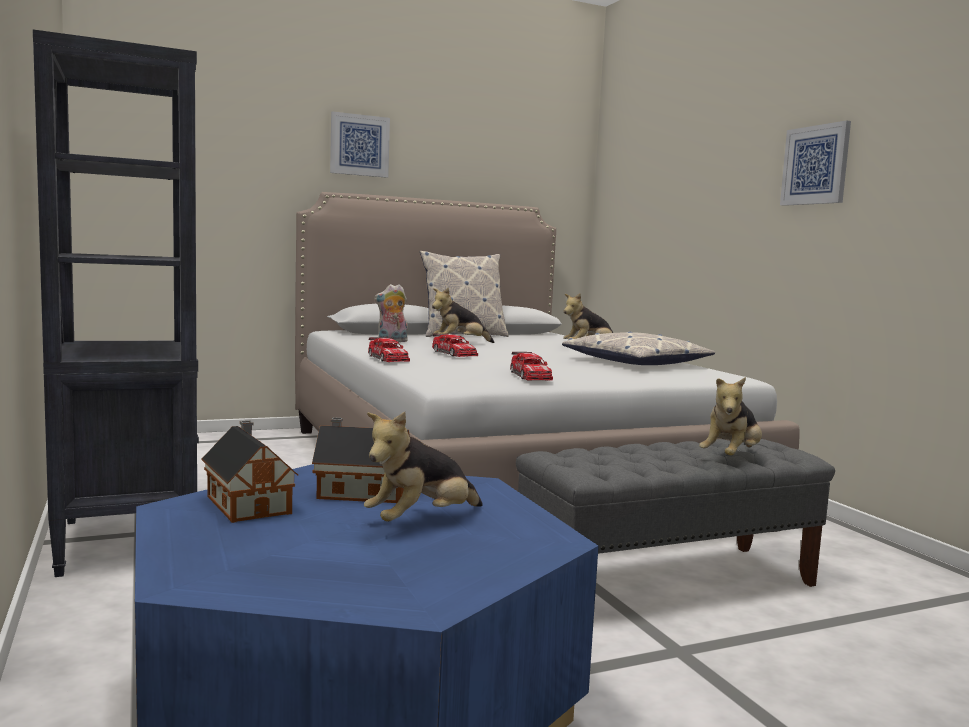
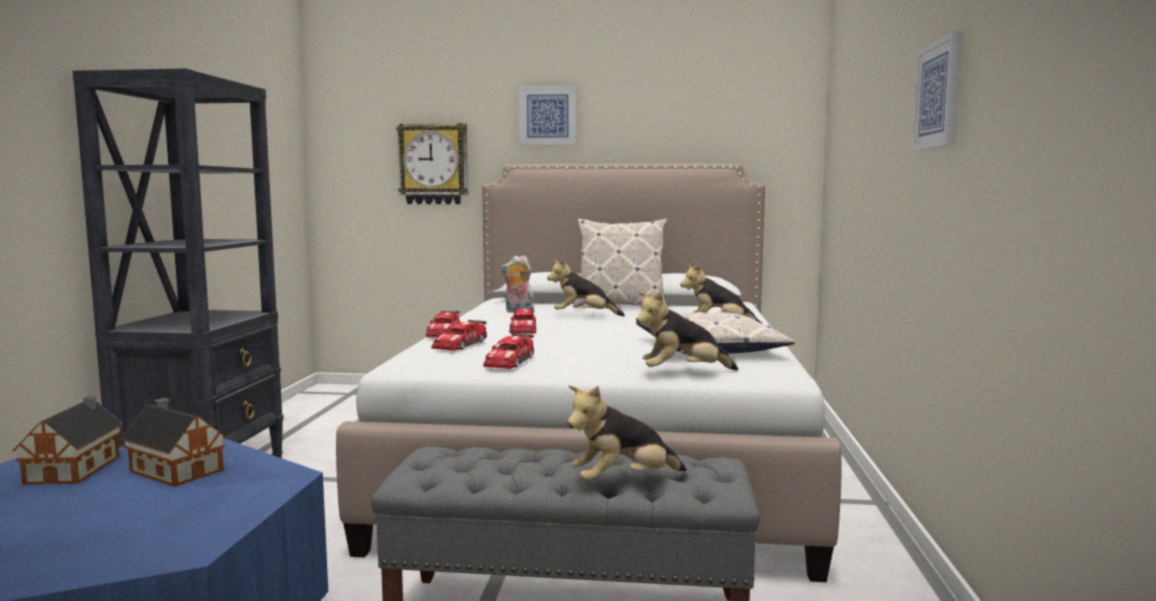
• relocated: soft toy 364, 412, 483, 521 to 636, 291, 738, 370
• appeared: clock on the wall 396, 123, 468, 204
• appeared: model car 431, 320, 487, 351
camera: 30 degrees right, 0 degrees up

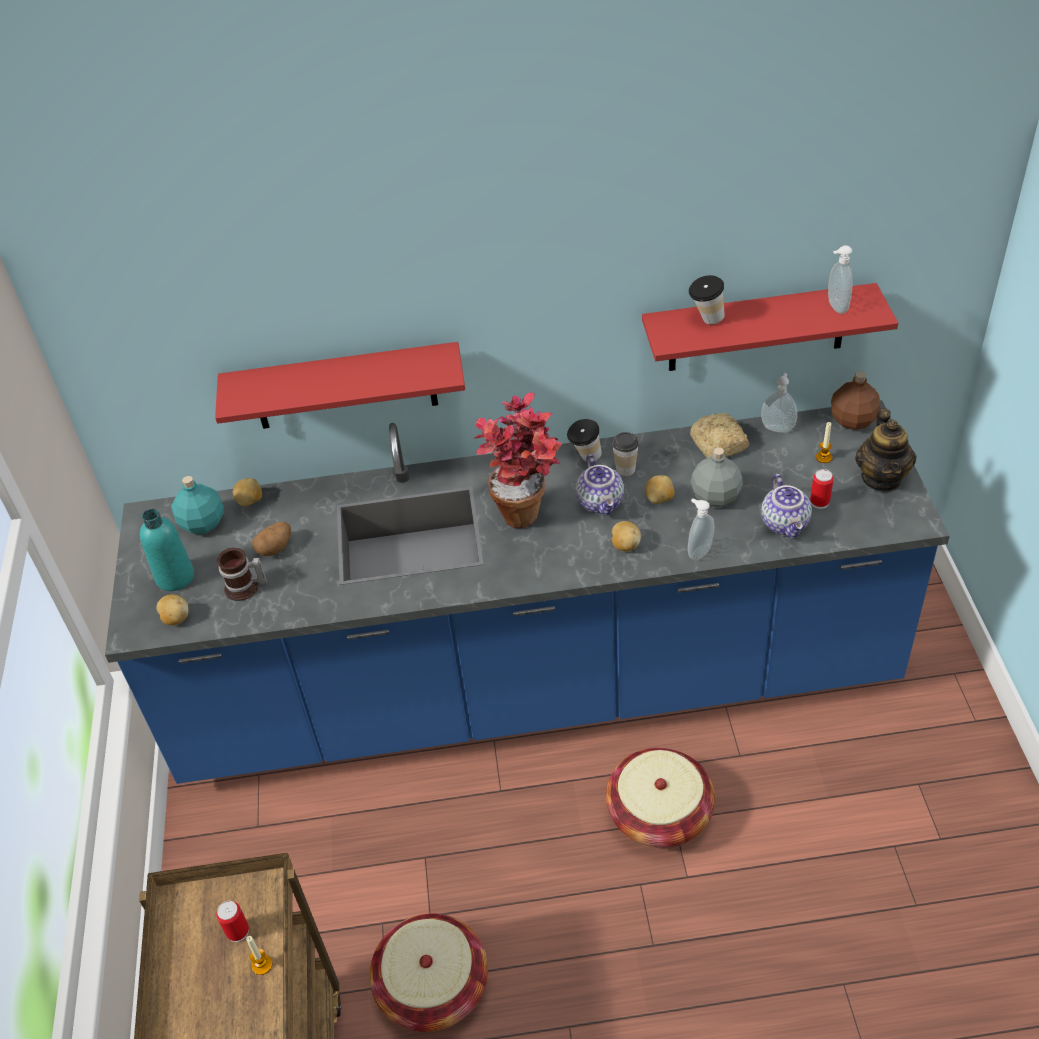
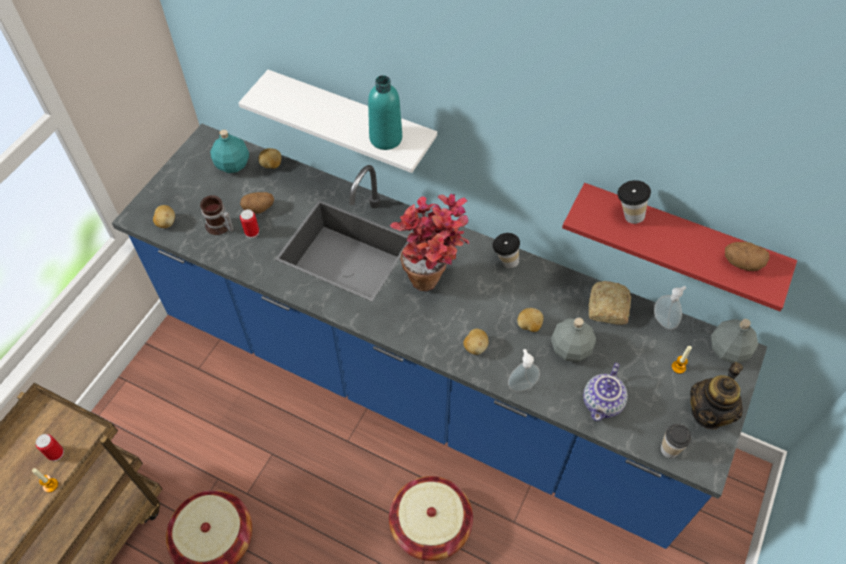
• relocated: turquoise bottle 140, 509, 194, 591 to 368, 75, 402, 150
• colour: reddish wall shelf 215, 342, 465, 429 to white wall shelf 239, 70, 437, 173
• missing: teapot 576, 454, 624, 516
• relocated: drinking cup 612, 432, 639, 476 to 661, 424, 691, 458
• relocated: can 810, 469, 834, 509 to 240, 209, 259, 238
• exchanged: soap bottle 828, 245, 853, 314 to spud 725, 242, 770, 271
• colour: brown bottle 831, 371, 880, 430 to grey bottle 711, 319, 758, 363
camera: 30 degrees right, 10 degrees up

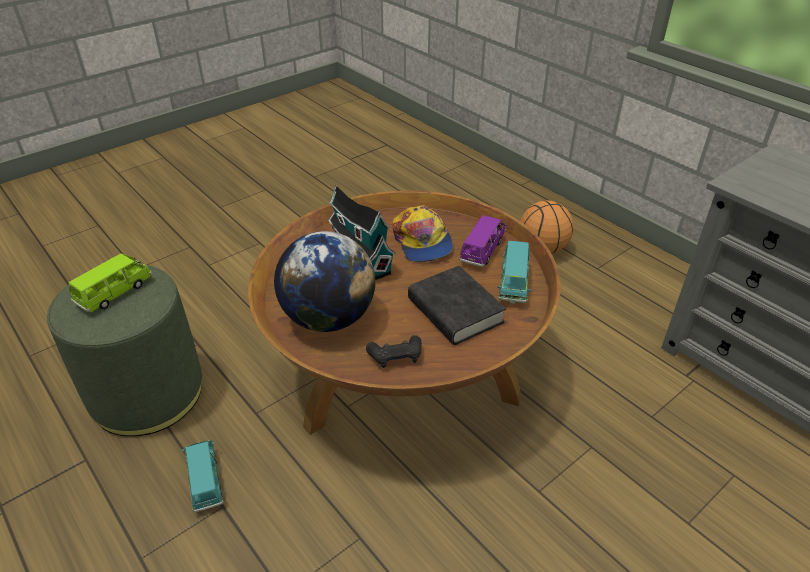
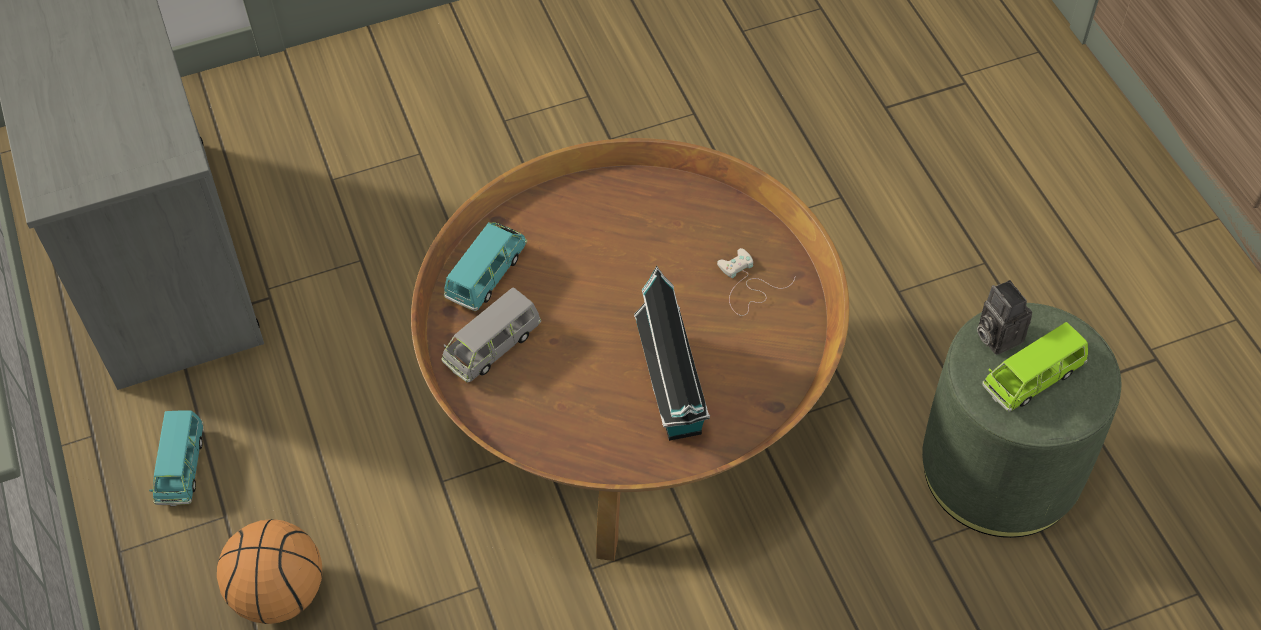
• relocated: turquoise model car 182, 440, 224, 512 to 149, 411, 204, 506
• exchanged: globe 274, 231, 376, 332 to white joypad 717, 248, 795, 316
• missing: black-coloured joypad 366, 335, 422, 368
• missing: peaked cap 392, 205, 453, 262
• missing: black-coloured book 408, 266, 506, 345
• colour: purple-coloured model car 459, 215, 507, 267 to grey model car 441, 287, 541, 383
• appeared: photo camera 977, 280, 1032, 355
camera: 160 degrees left, 15 degrees up

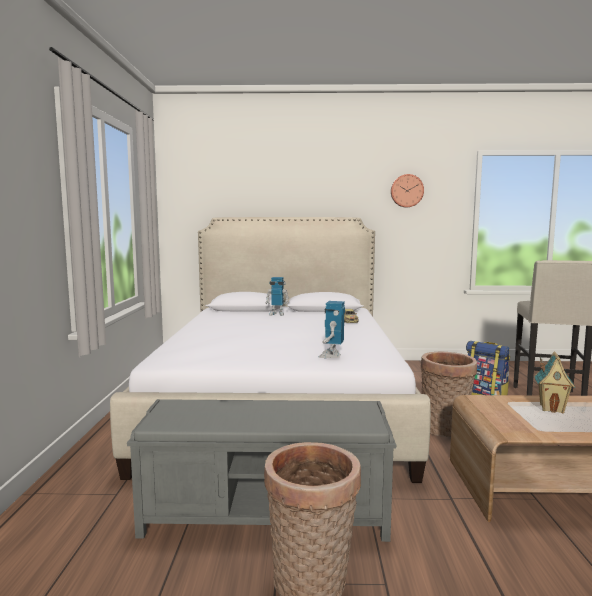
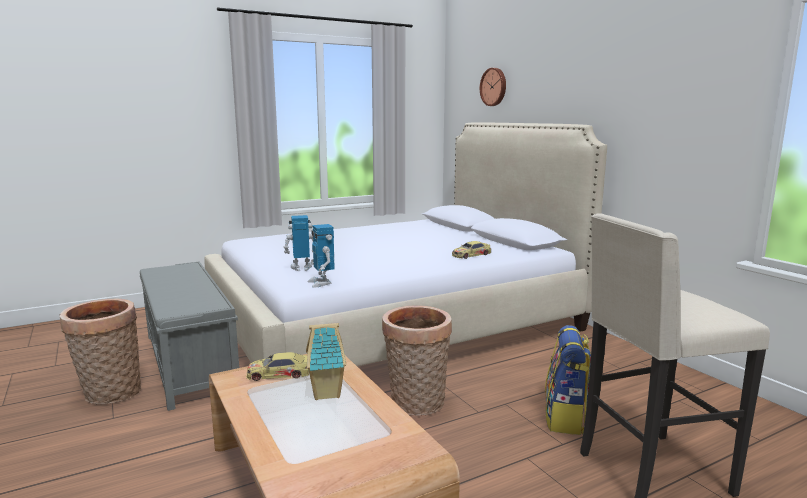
• relocated: toy robot 265, 277, 289, 316 to 308, 224, 335, 288
• relocated: clock on the wall 391, 174, 424, 207 to 480, 68, 506, 106
• appeared: model car 246, 352, 309, 381
camera: 60 degrees right, 5 degrees up

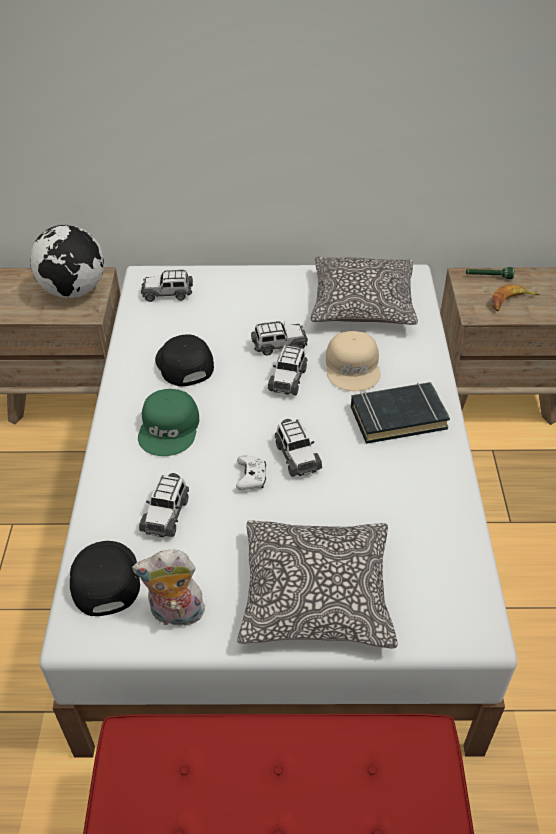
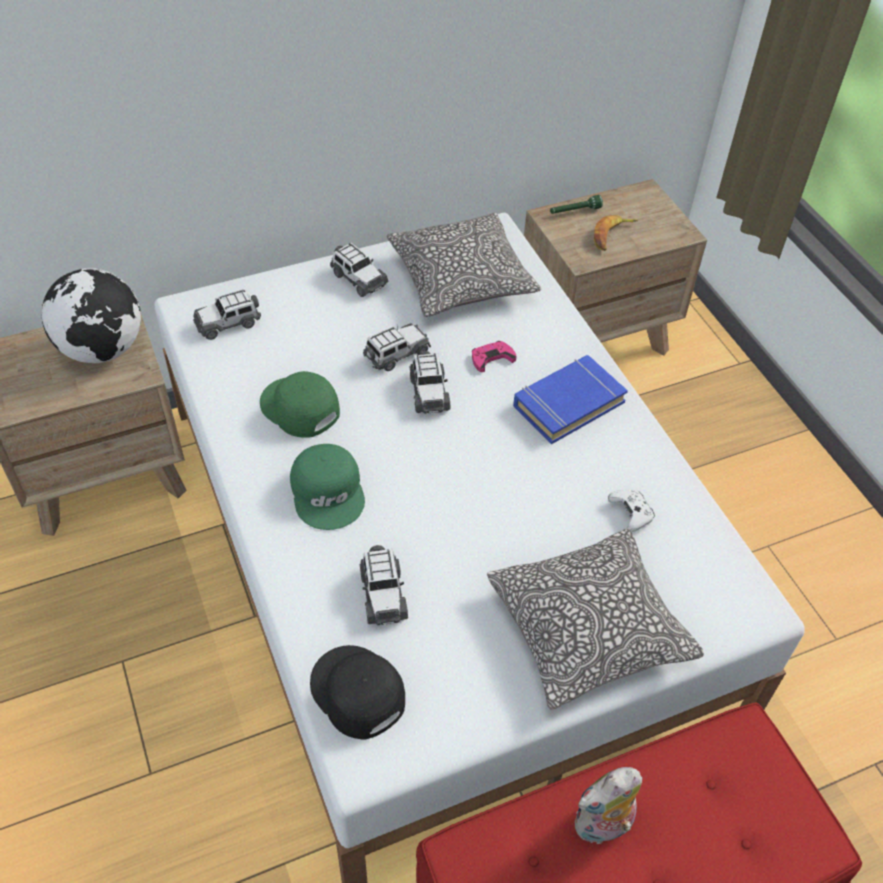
• relocated: soft toy 132, 550, 205, 630 to 575, 767, 642, 845
• colour: black-coloured peaked cap 155, 335, 214, 386 to green peaked cap 260, 371, 340, 438
• relocated: white joypad 236, 455, 266, 490 to 608, 490, 655, 532
• relocated: model car 275, 419, 322, 477 to 330, 243, 388, 297
• exchanged: sand-coloured peaked cap 326, 331, 380, 391 to pink joypad 472, 341, 517, 372
• colour: black-coloured book 351, 382, 450, 444 to blue-coloured book 513, 355, 628, 444
camera: 25 degrees left, 5 degrees up

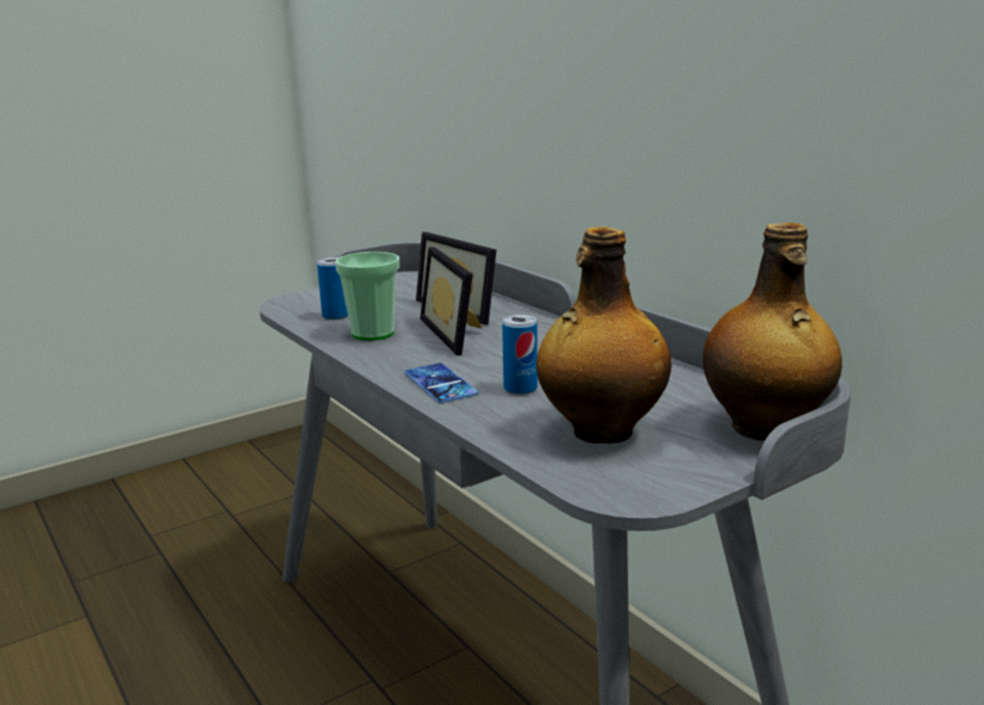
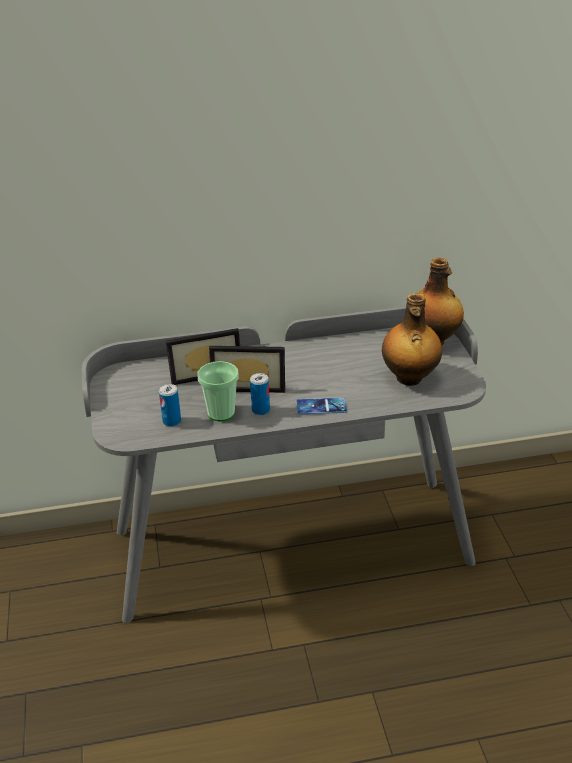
• relocated: can 502, 314, 538, 395 to 250, 373, 270, 415
camera: 65 degrees left, 15 degrees up

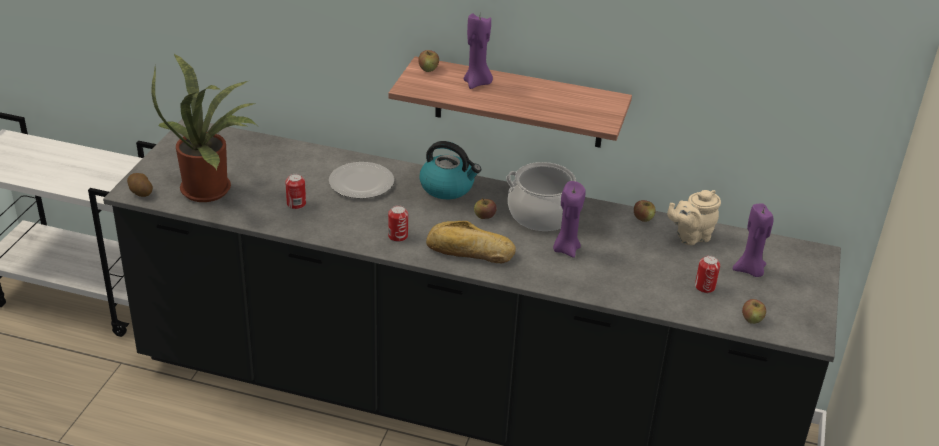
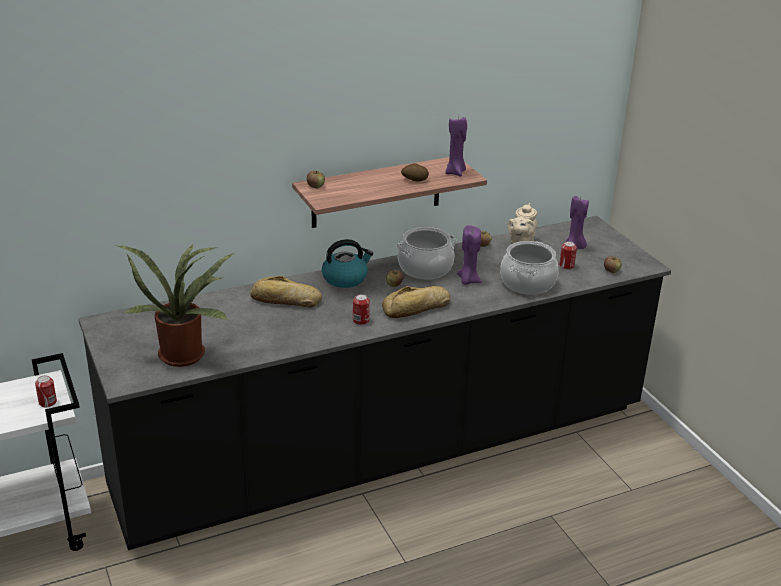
• relocated: spud 127, 173, 153, 197 to 401, 163, 429, 182
• relocated: can 285, 174, 306, 209 to 35, 375, 57, 407
• exchanged: plate 329, 162, 394, 199 to bakery bread 250, 276, 322, 308
• relocated: purple-coloured wax candle 464, 14, 493, 89 to 445, 115, 467, 177
• appeared: stockpot 500, 241, 559, 295
camera: 40 degrees left, 5 degrees down

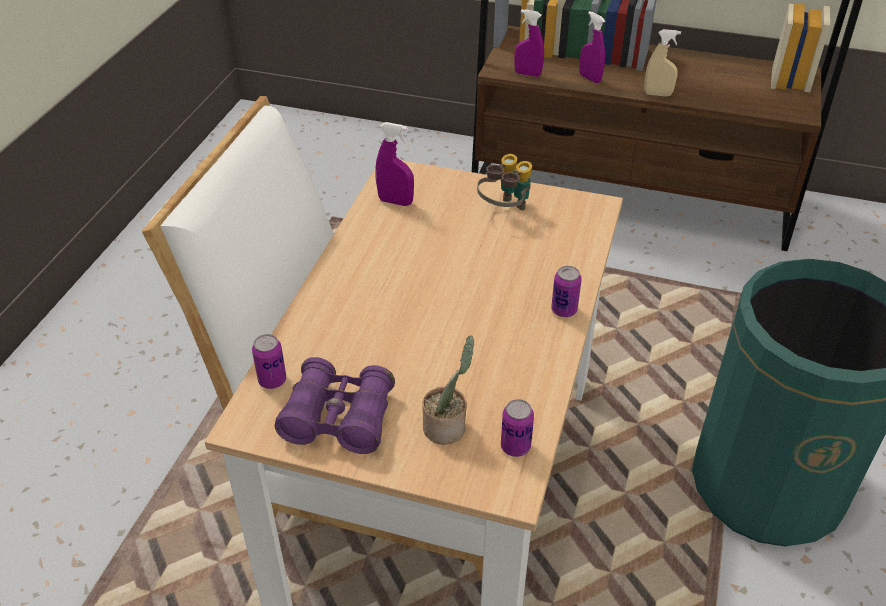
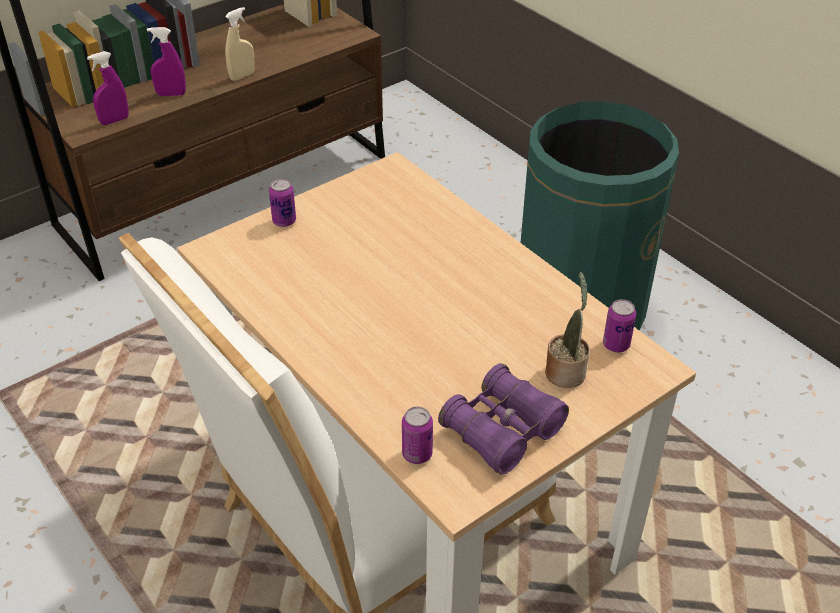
• missing: purple-coloured hand sprayer 375, 122, 414, 206
• missing: binoculars 477, 154, 532, 210
• relocated: can 551, 266, 582, 317 to 269, 179, 296, 227
camera: 55 degrees left, 0 degrees up

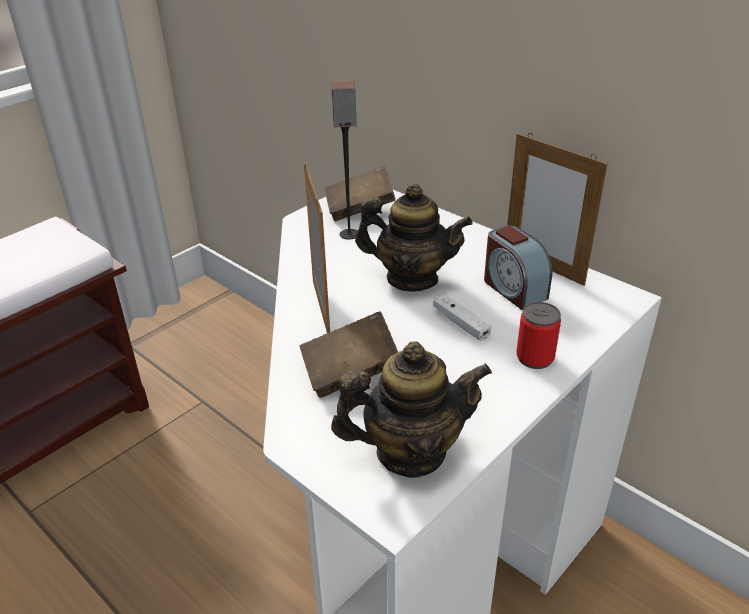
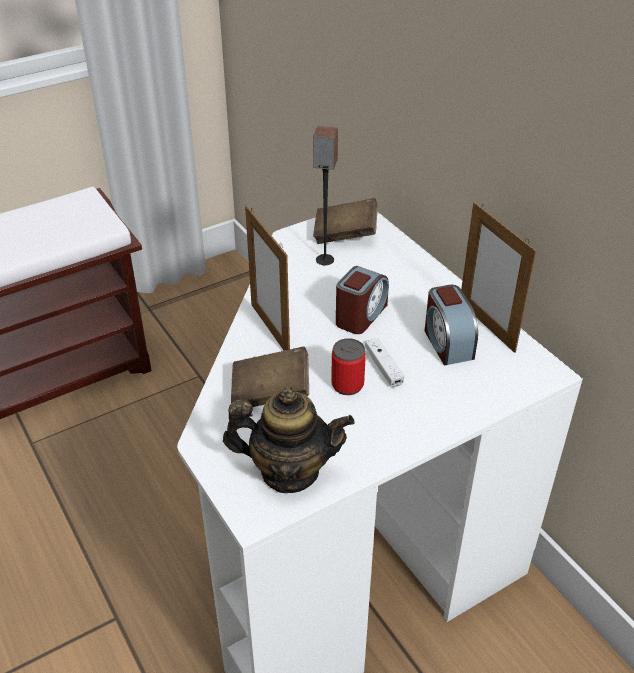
• spun: standing frame 304, 162, 330, 333 = 245, 205, 290, 350 150 degrees clockwise
• exchanged: teapot 355, 184, 473, 292 to bedside clock 336, 266, 389, 334
• relocated: can 516, 302, 561, 369 to 331, 338, 366, 395
camera: 15 degrees right, 5 degrees up

